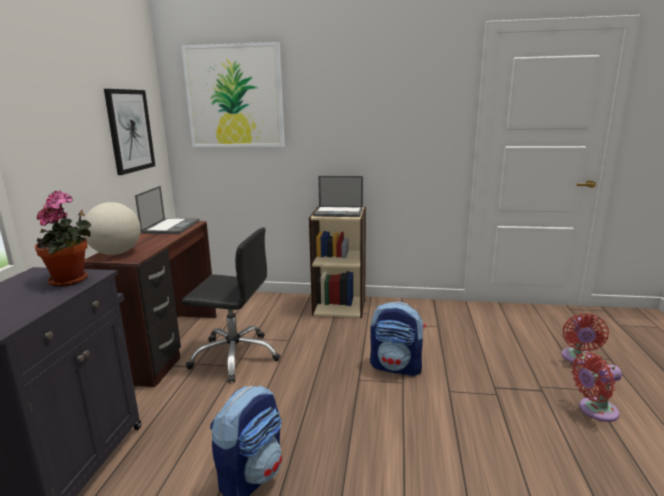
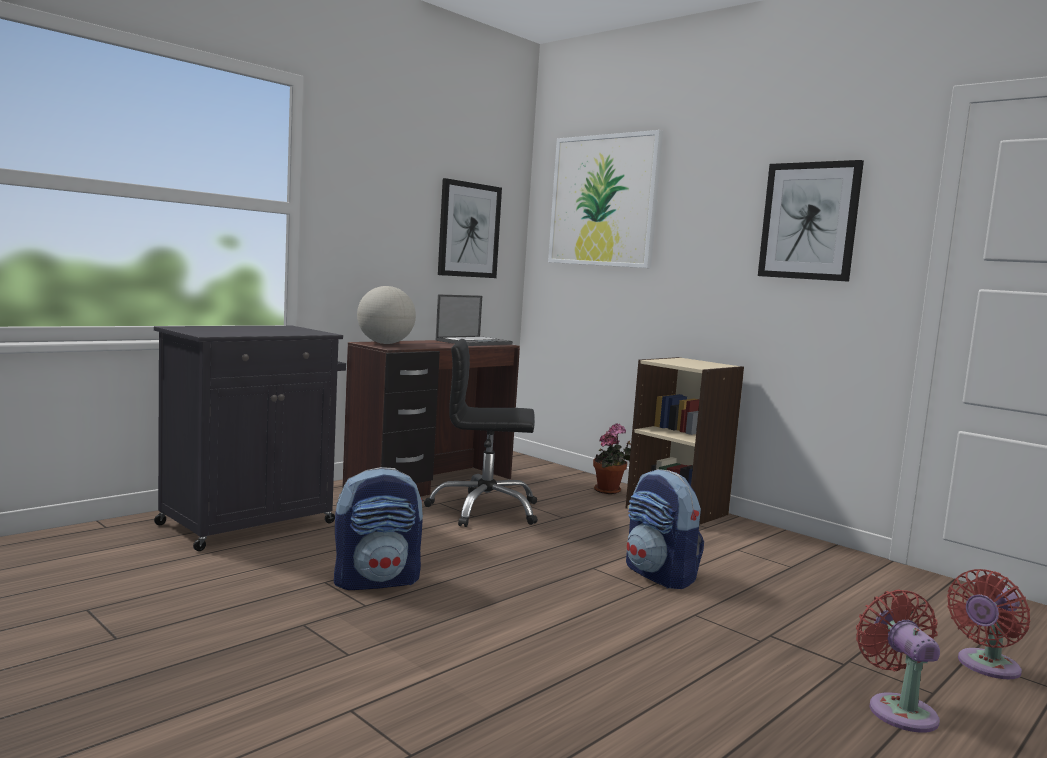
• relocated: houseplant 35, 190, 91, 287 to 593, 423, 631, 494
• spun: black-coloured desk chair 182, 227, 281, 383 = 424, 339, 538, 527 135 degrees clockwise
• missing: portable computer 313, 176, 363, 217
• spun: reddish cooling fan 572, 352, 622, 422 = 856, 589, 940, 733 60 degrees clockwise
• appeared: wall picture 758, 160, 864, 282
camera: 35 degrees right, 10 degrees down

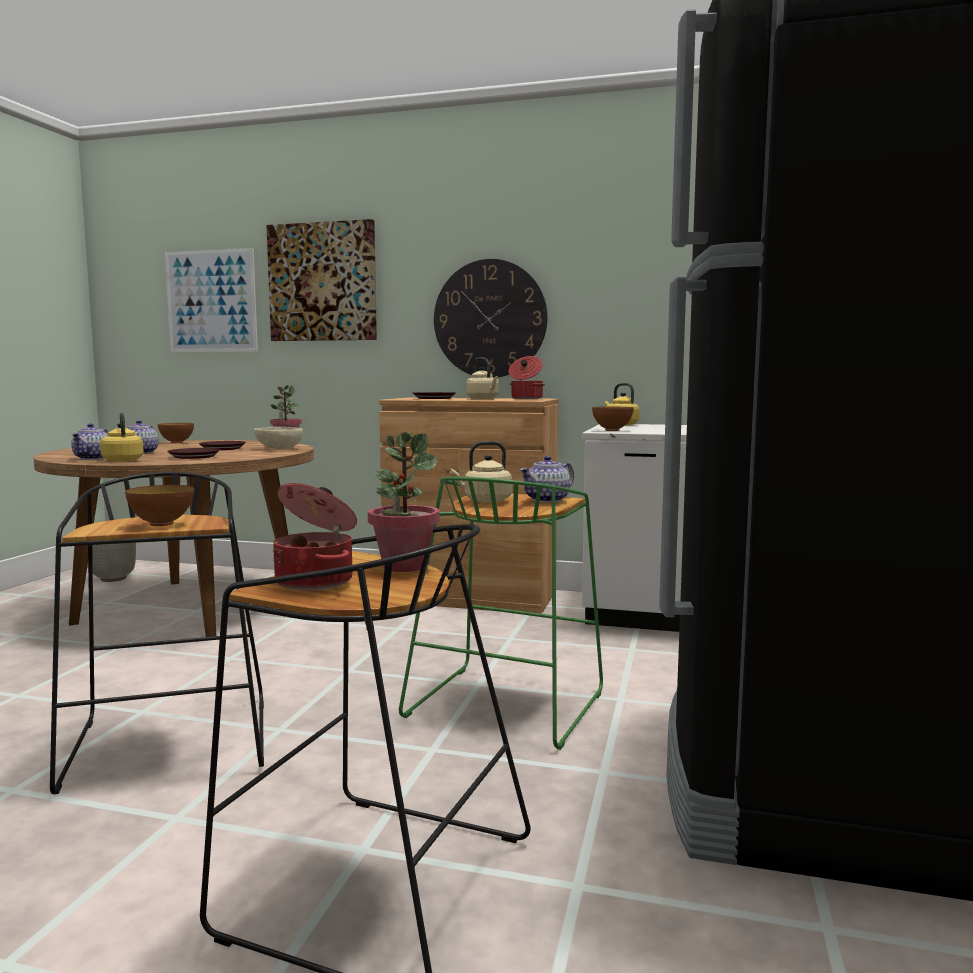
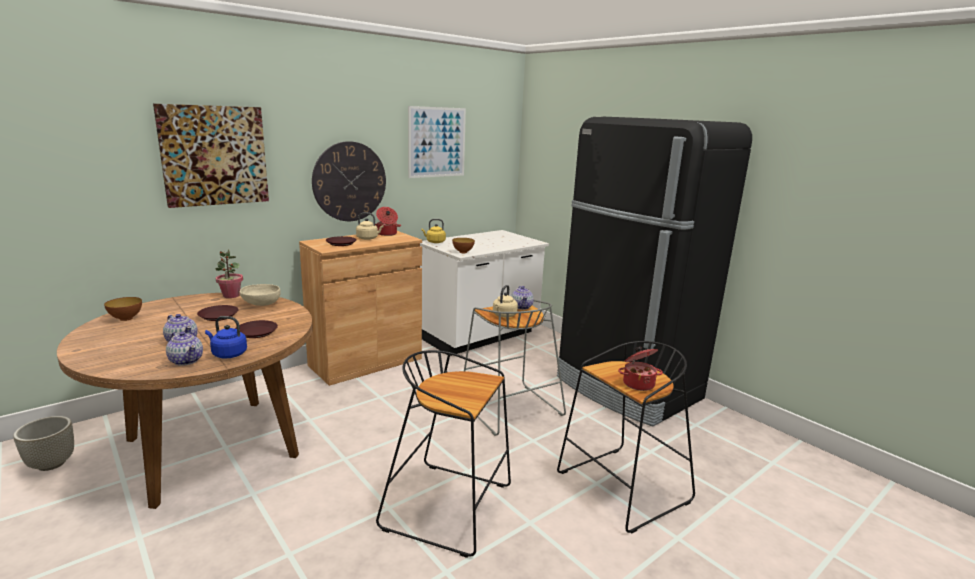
• colour: yellowish kettle 100, 412, 144, 462 to blue-coloured kettle 205, 316, 247, 359
• missing: deep dish 125, 485, 194, 526
• relocated: wall picture 165, 248, 258, 352 to 408, 106, 466, 178
• missing: houseplant 368, 432, 439, 572
• colour: green stool 399, 477, 603, 750 to grey stool 464, 300, 566, 436
camera: 55 degrees left, 10 degrees up

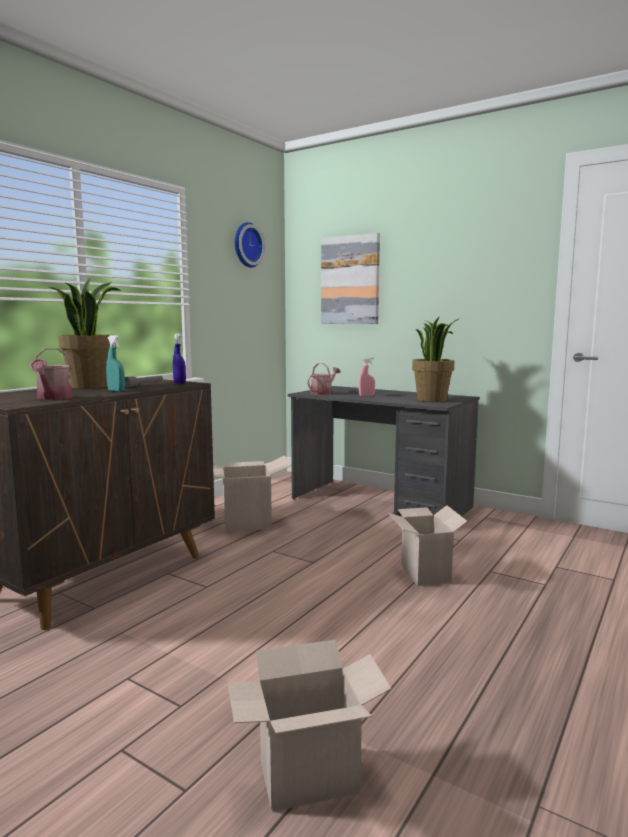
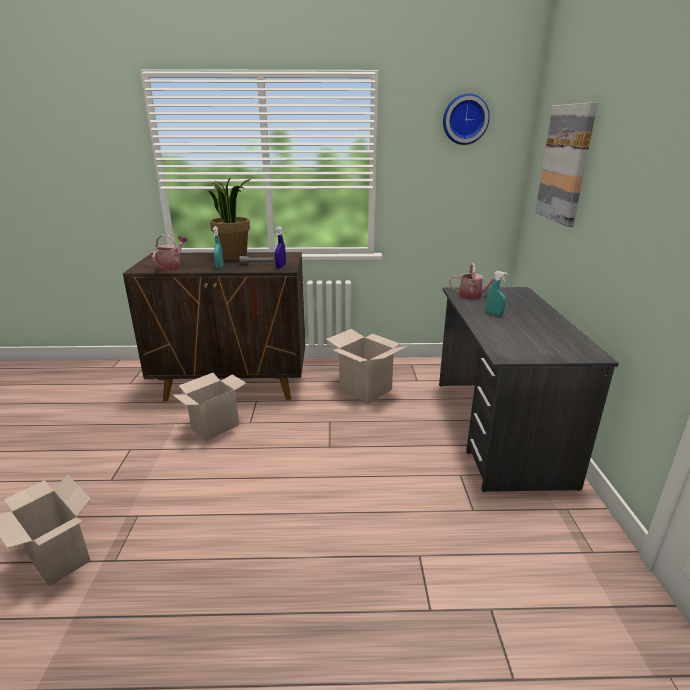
• spun: watering pot 30, 348, 73, 400 = 152, 235, 187, 271 150 degrees clockwise
• colour: pink hand sprayer 359, 357, 375, 396 to turquoise hand sprayer 486, 271, 508, 316
• relocated: packing box 388, 505, 468, 586 to 173, 373, 247, 441
• missing: houseplant 412, 316, 460, 402
camera: 55 degrees right, 15 degrees up

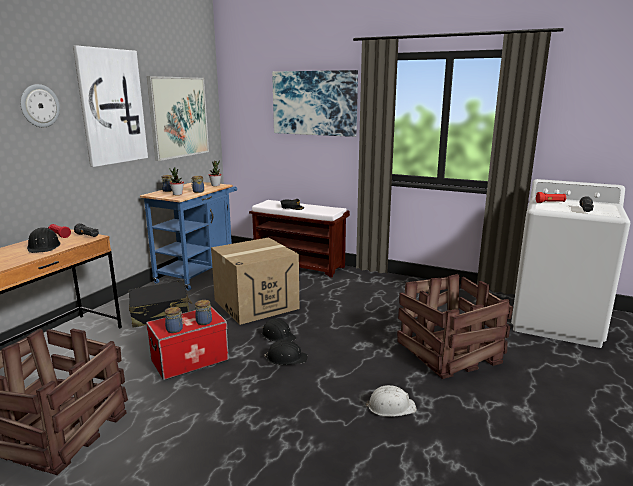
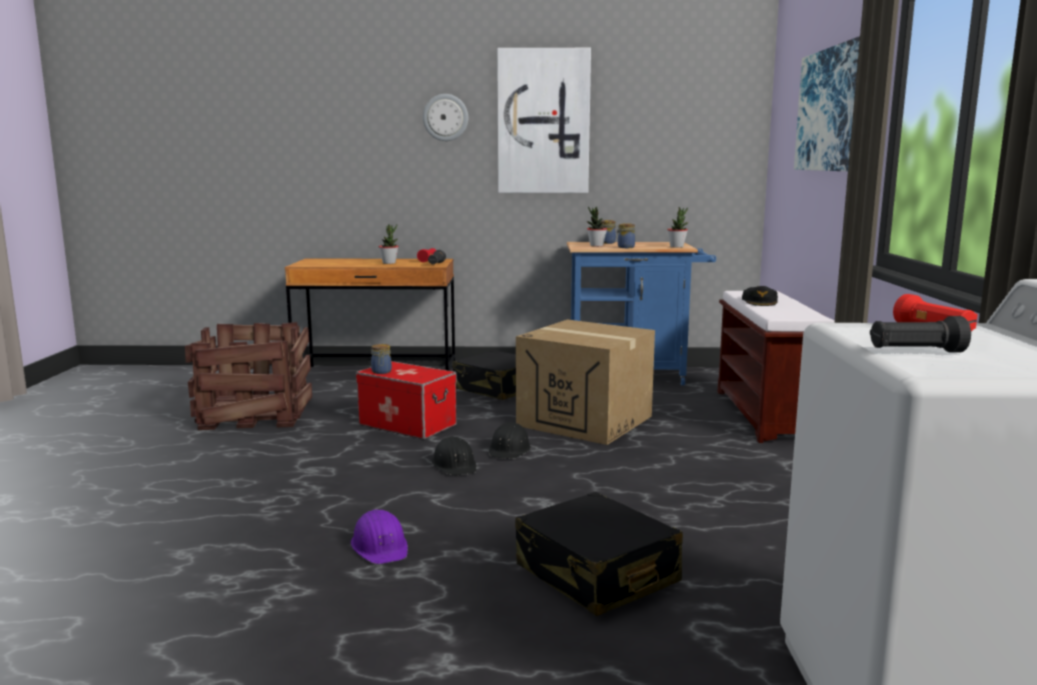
• exchanged: black-coloured work helmet 27, 227, 61, 253 to houseplant 379, 225, 399, 264
• missing: wall picture 147, 76, 209, 161
• missing: storage jar 195, 300, 212, 325
• colour: white work helmet 365, 385, 417, 417 to purple-coloured work helmet 351, 509, 408, 564
• exchanged: shipping crate 397, 274, 513, 379 to black-coloured travel case 515, 492, 683, 616
camera: 65 degrees right, 5 degrees down

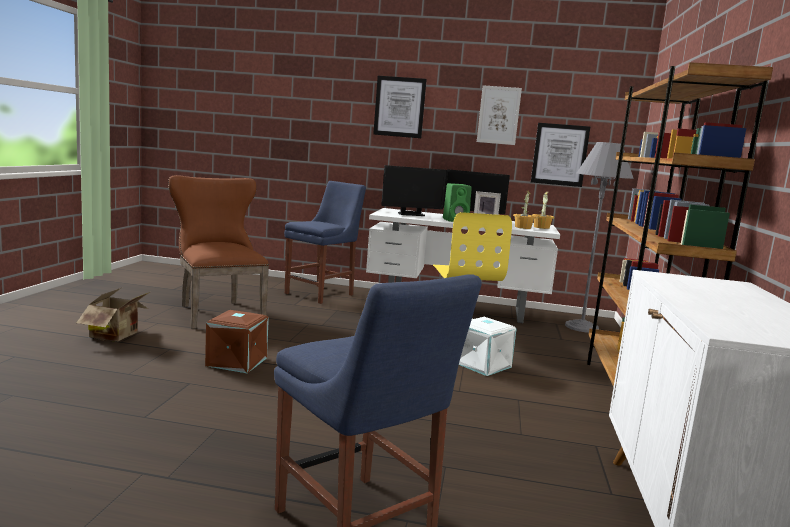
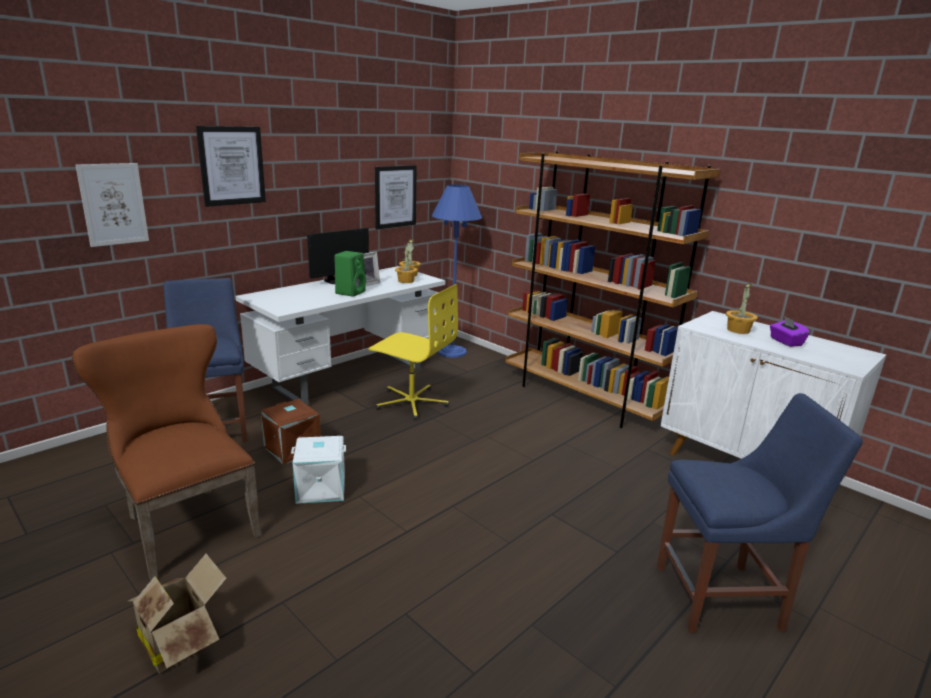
• spun: brown chair 168, 175, 269, 329 = 72, 324, 262, 581 45 degrees clockwise
• relocated: brown storage box 205, 310, 269, 373 to 261, 399, 321, 465
• missing: computer screen 381, 165, 447, 216
• relocated: white storage box 459, 317, 517, 376 to 291, 436, 346, 504
• relocated: wall picture 477, 85, 522, 145 to 75, 163, 149, 247
• colour: grey standing lamp 565, 142, 634, 333 to blue-coloured standing lamp 432, 185, 482, 358
• appeared: houseplant 726, 283, 758, 334
• appeared: purple-coloured box of tissues 770, 316, 810, 347
camera: 55 degrees left, 10 degrees up

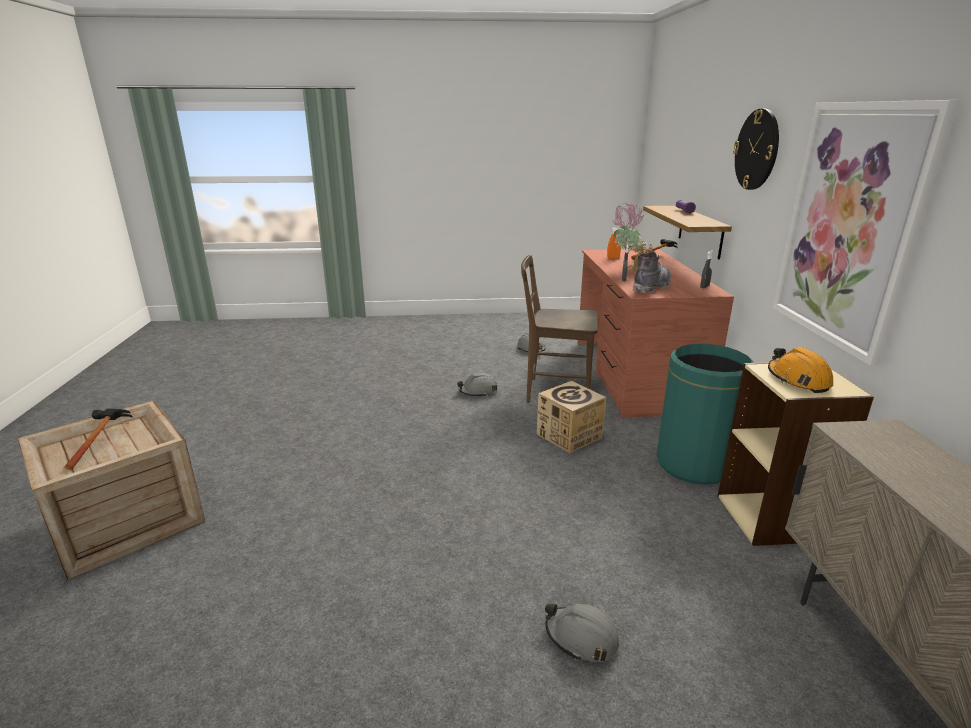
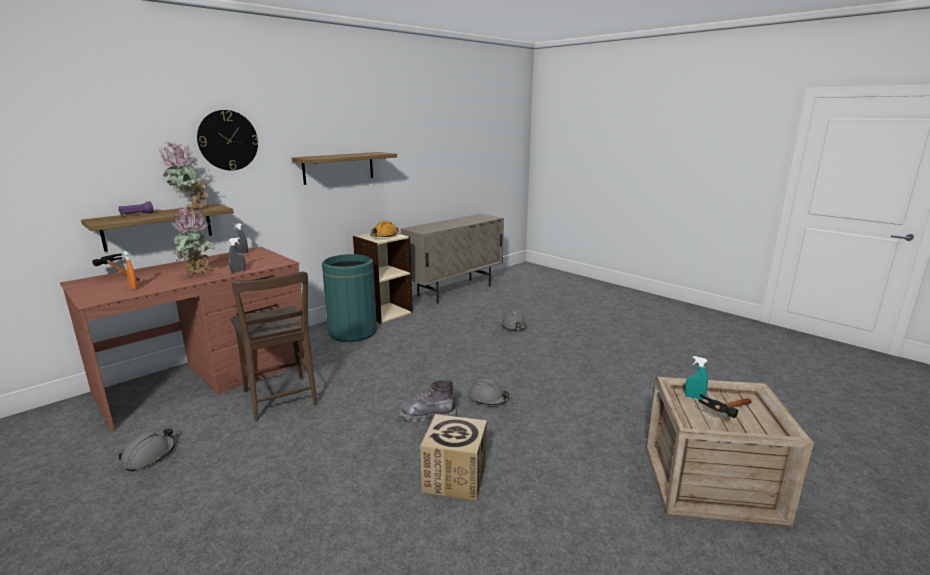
• relocated: grey work helmet 457, 373, 498, 397 to 469, 378, 509, 406
• relocated: packing box 537, 381, 606, 453 to 420, 414, 487, 501
• relocated: grey high-top boot 633, 251, 671, 293 to 399, 380, 457, 422
• exchanged: wall picture 773, 100, 958, 366 to wall shelf 292, 152, 397, 185
• appeared: houseplant 159, 141, 211, 208
• appeared: turquoise hand sprayer 685, 356, 708, 400
camera: 130 degrees left, 5 degrees down

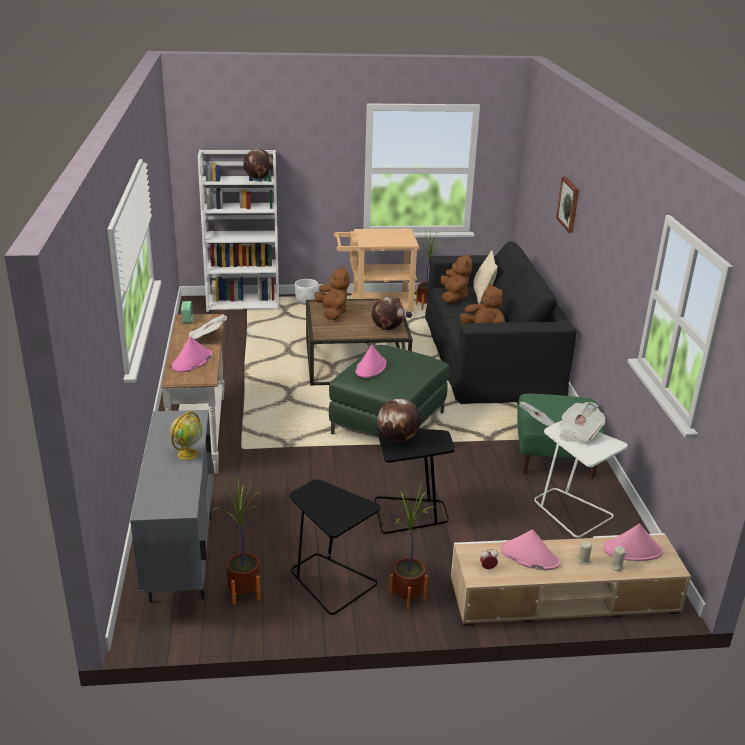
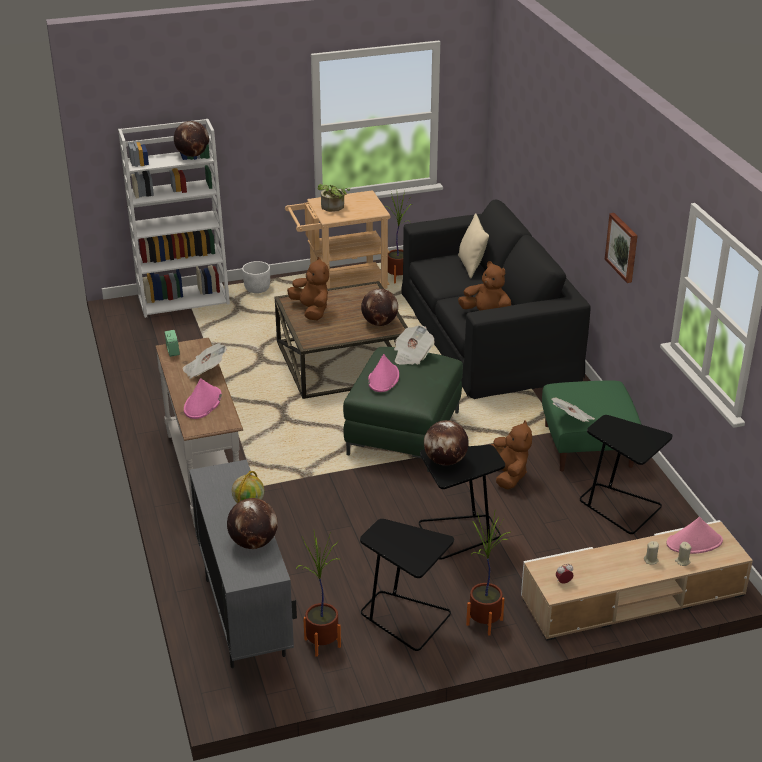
• relocated: brown soft toy 441, 254, 472, 303 to 491, 420, 532, 490
• missing: pink hat 501, 529, 560, 571
• colour: white accent table 534, 421, 628, 538 to black-coloured accent table 580, 415, 673, 534
• relocated: wall picture 556, 177, 579, 233 to 605, 213, 638, 283
• relocated: daily paper 559, 402, 605, 444 to 394, 325, 434, 365
• appeared: globe 227, 498, 278, 549
• appeared: houseplant 317, 184, 350, 212
camera: 10 degrees left, 5 degrees up

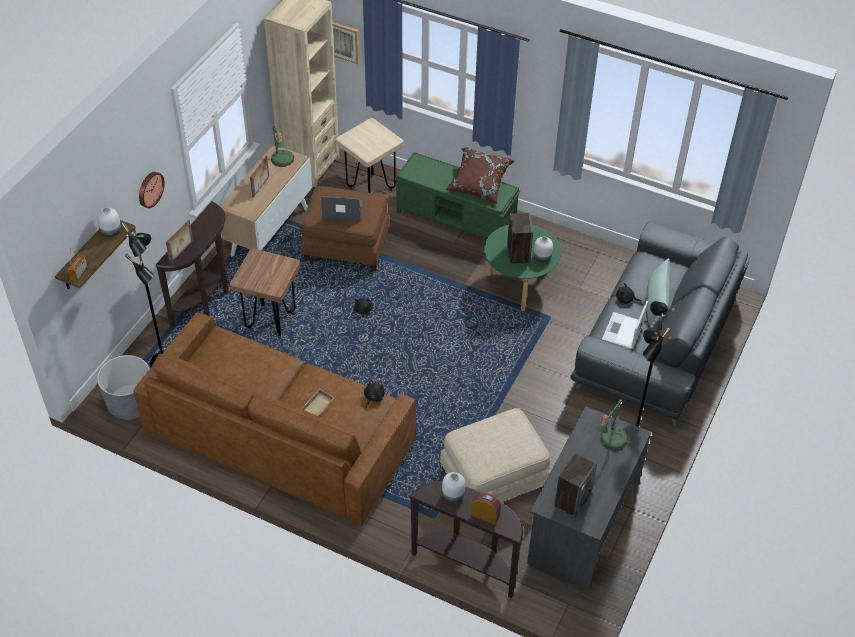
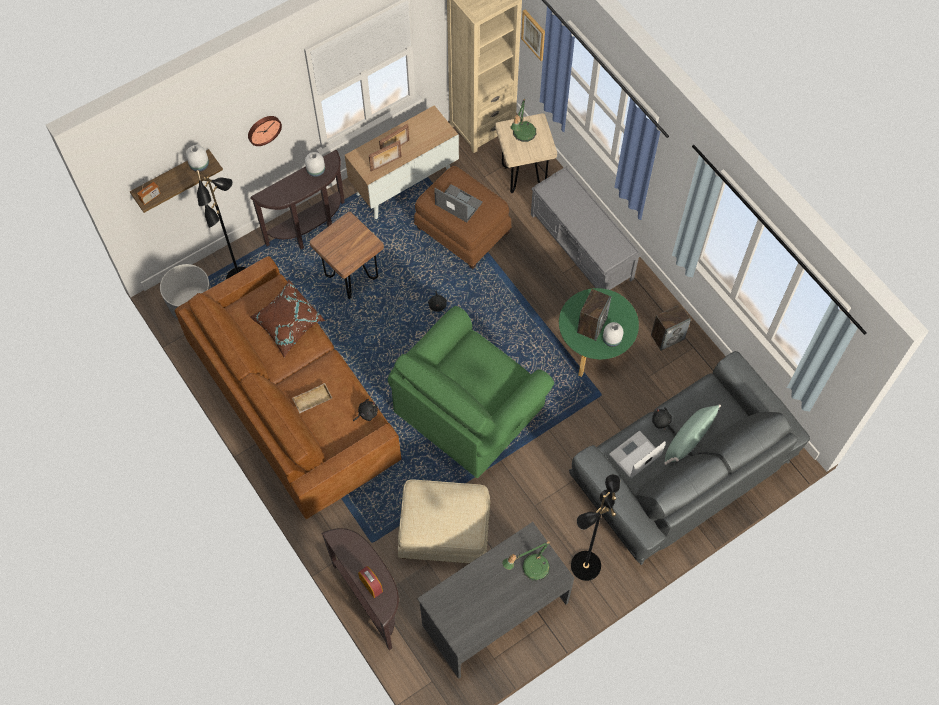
• relocated: standing frame 166, 220, 193, 264 to 369, 140, 402, 171
• relocated: tabletop lamp 271, 125, 294, 167 to 510, 98, 536, 142
• colour: green bench 395, 152, 520, 239 to grey bench 531, 167, 641, 290
• relocated: white decorative vase 442, 472, 465, 502 to 305, 152, 325, 177
• relocated: brown throw pillow 446, 148, 515, 204 to 250, 279, 325, 358
• relocated: audio speaker 554, 453, 597, 517 to 651, 304, 691, 351
• appeared: green lounge chair 388, 306, 554, 478
camera: 30 degrees right, 15 degrees up

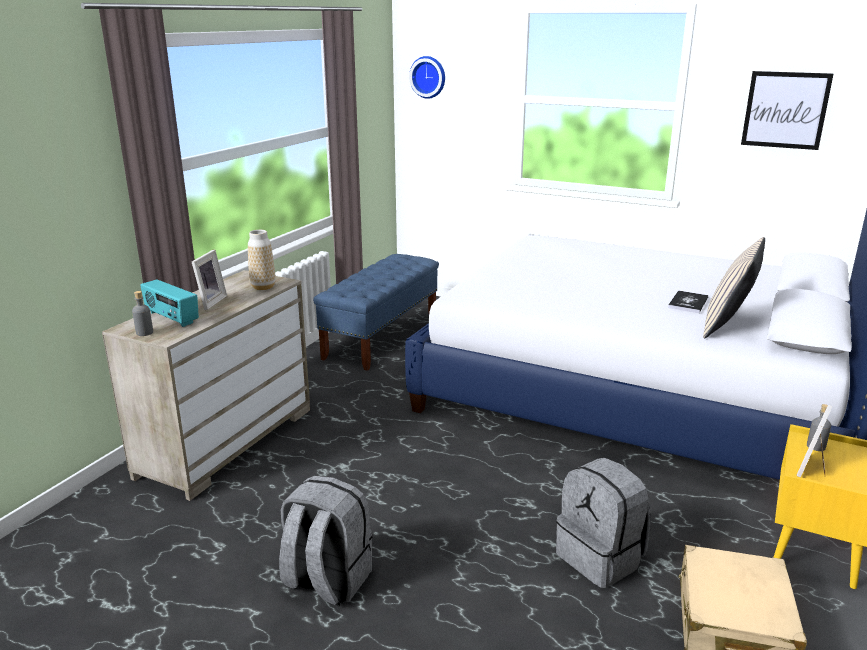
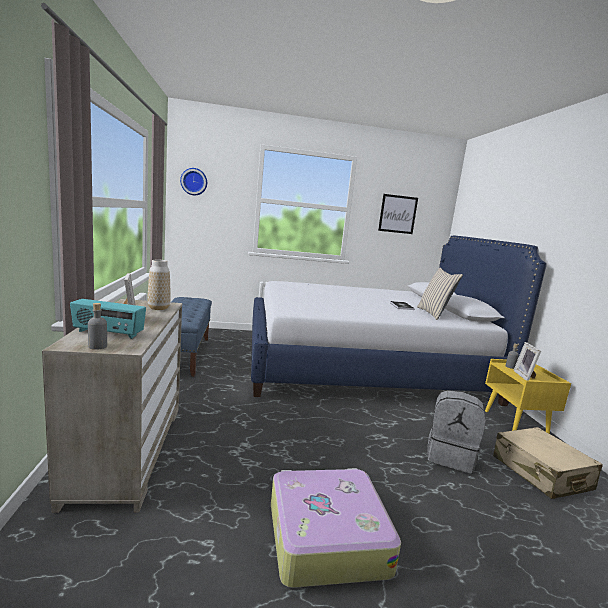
• exchanged: grey knapsack 279, 476, 373, 607 to travel case 271, 468, 401, 588
camera: 35 degrees left, 10 degrees down

